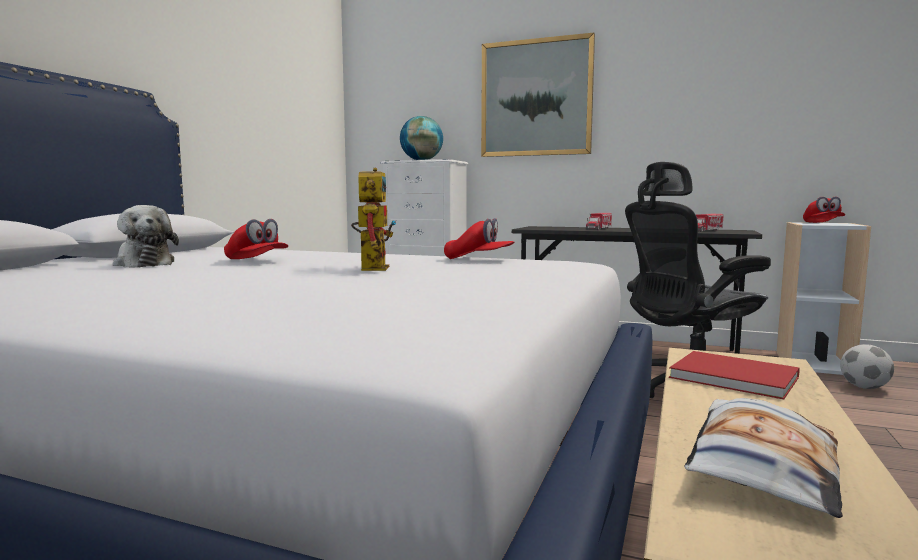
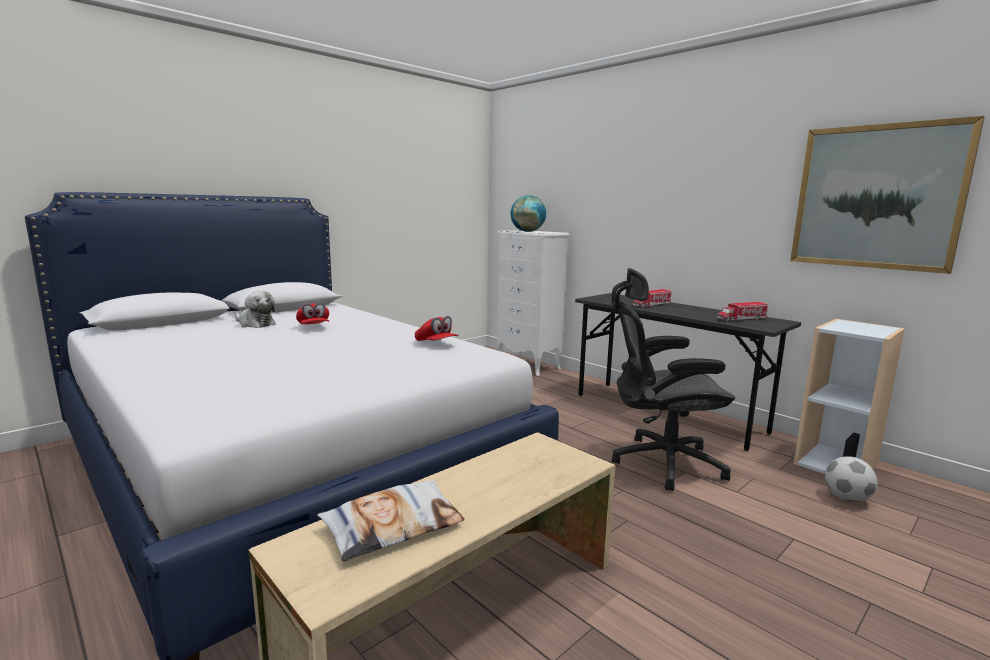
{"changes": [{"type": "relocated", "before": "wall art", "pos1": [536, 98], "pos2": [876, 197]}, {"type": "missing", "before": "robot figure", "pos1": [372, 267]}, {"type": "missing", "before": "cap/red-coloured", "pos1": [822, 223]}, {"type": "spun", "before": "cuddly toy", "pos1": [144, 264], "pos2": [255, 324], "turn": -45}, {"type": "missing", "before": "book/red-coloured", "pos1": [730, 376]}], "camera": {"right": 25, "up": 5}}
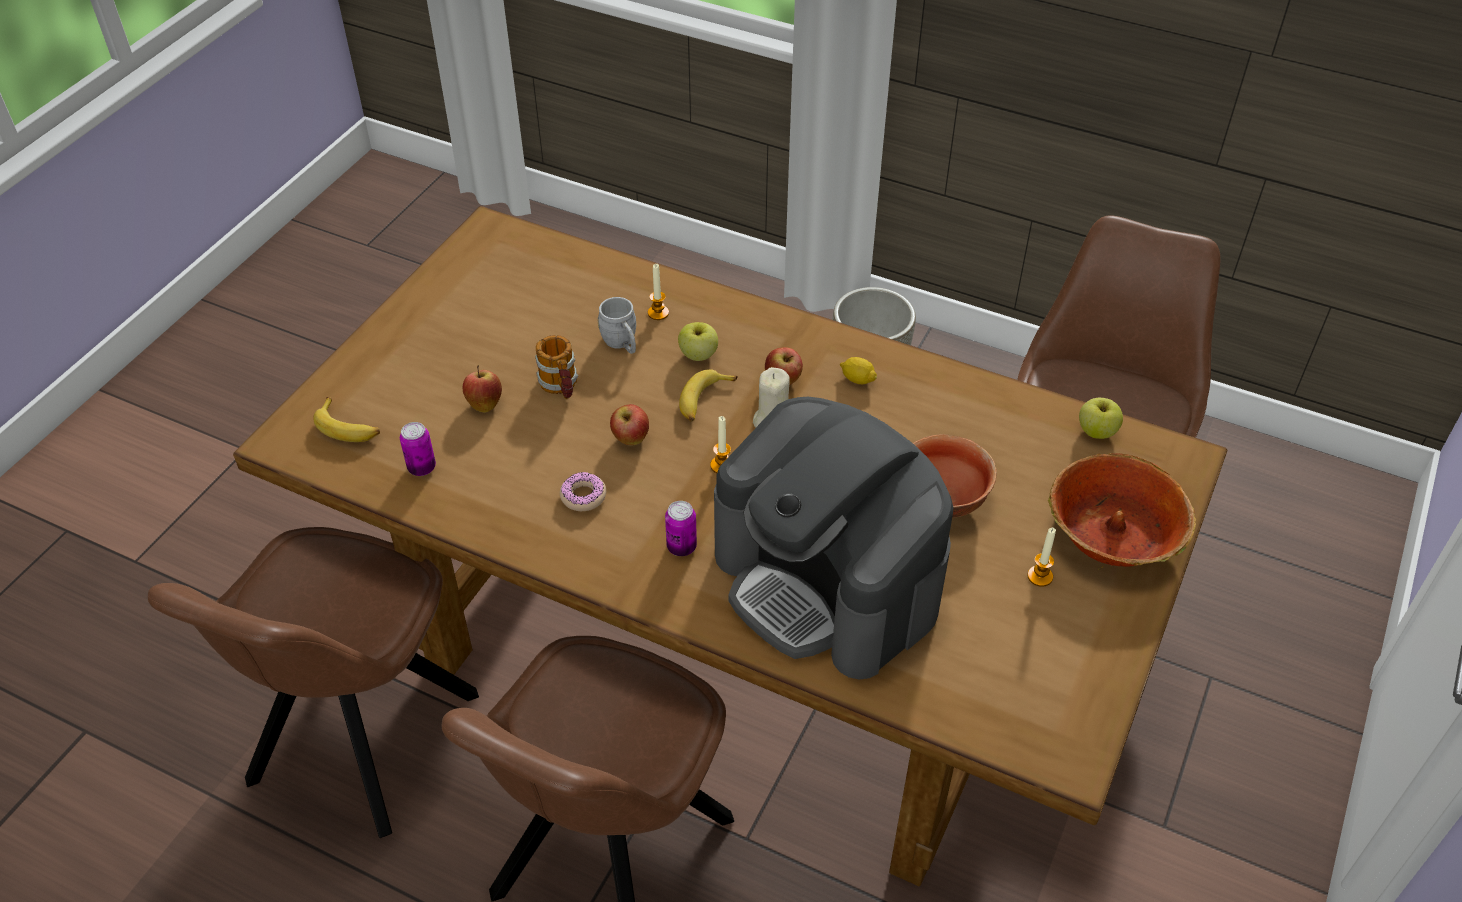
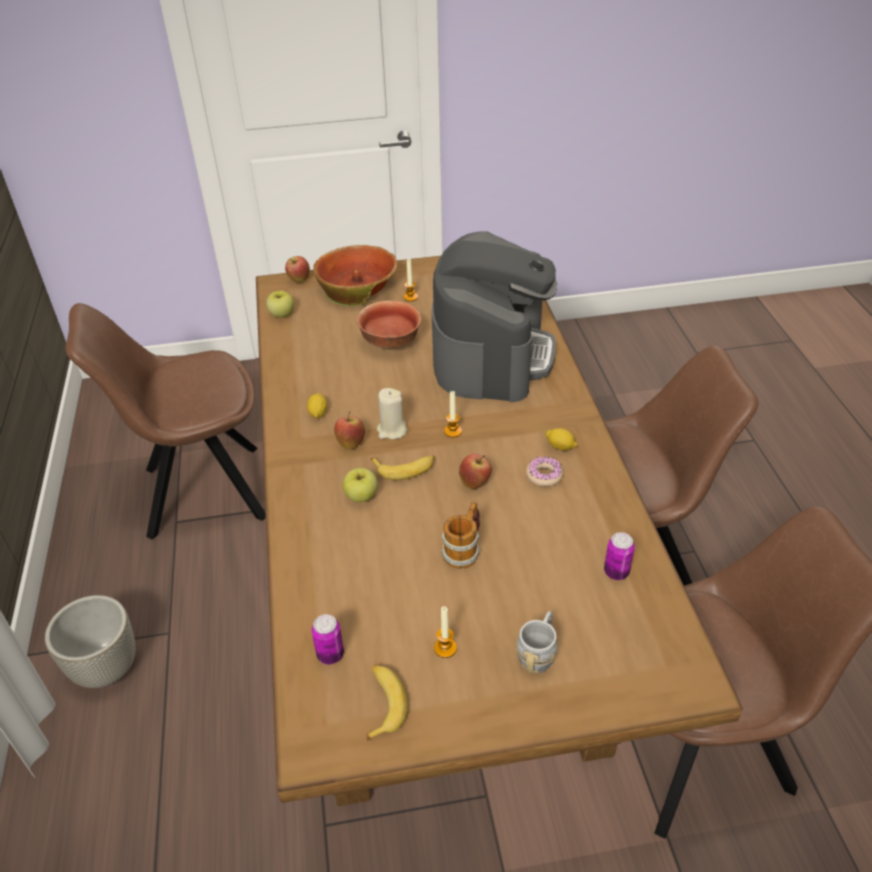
{"changes": [{"type": "relocated", "before": "wax light", "pos1": [658, 313], "pos2": [445, 648]}, {"type": "relocated", "before": "coffee mug/gray", "pos1": [622, 344], "pos2": [538, 653]}, {"type": "relocated", "before": "whole apple", "pos1": [484, 403], "pos2": [299, 280]}, {"type": "relocated", "before": "banana fruit", "pos1": [348, 427], "pos2": [382, 703]}, {"type": "relocated", "before": "metal can", "pos1": [681, 547], "pos2": [330, 654]}, {"type": "appeared", "after": "citrus fruit", "pos2": [560, 446]}], "camera": {"right": -125, "up": -5}}
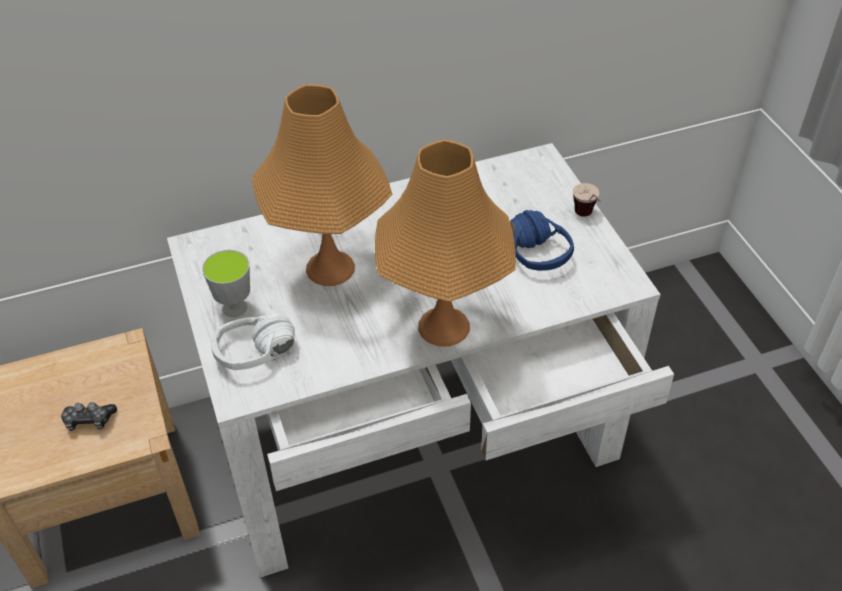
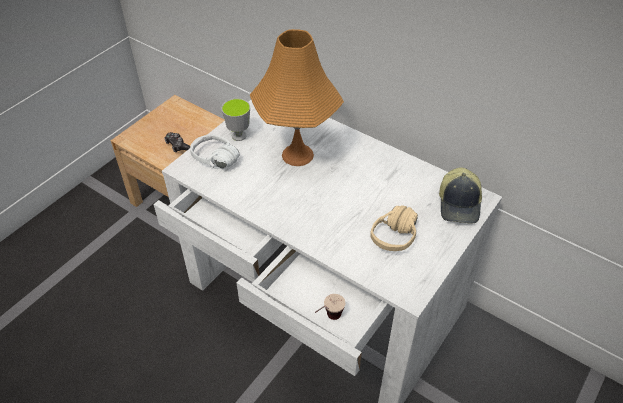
{"changes": [{"type": "missing", "before": "lamp for a table/orange", "pos1": [444, 327]}, {"type": "relocated", "before": "small cup", "pos1": [586, 218], "pos2": [328, 319]}, {"type": "colour", "before": "pair of headphones/blue-coloured", "after": "pair of headphones/beige-coloured", "pos1": [548, 248], "pos2": [403, 239]}, {"type": "appeared", "after": "cap", "pos2": [460, 204]}], "camera": {"right": 55, "up": 0}}
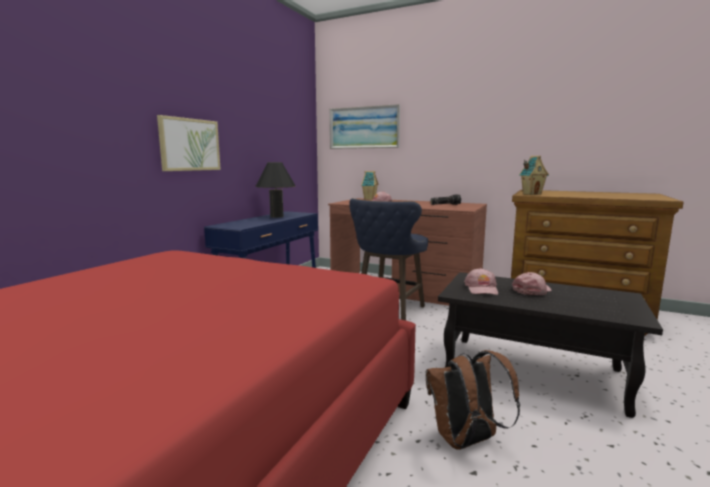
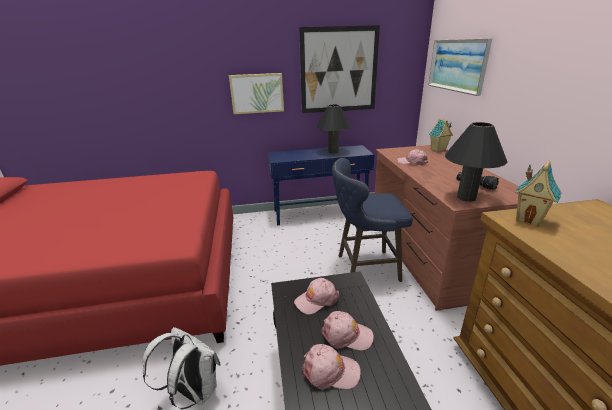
{"changes": [{"type": "colour", "before": "backpack/brownish", "after": "backpack/white-coloured", "pos1": [466, 441], "pos2": [193, 391]}, {"type": "appeared", "after": "wall art", "pos2": [339, 70]}, {"type": "appeared", "after": "lamp for a table/black-coloured", "pos2": [466, 197]}, {"type": "appeared", "after": "cap/pink-coloured", "pos2": [330, 371]}], "camera": {"right": 55, "up": 15}}
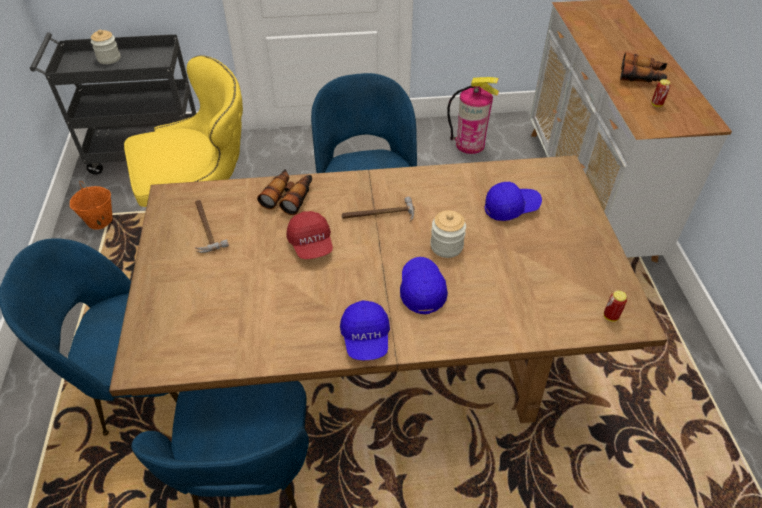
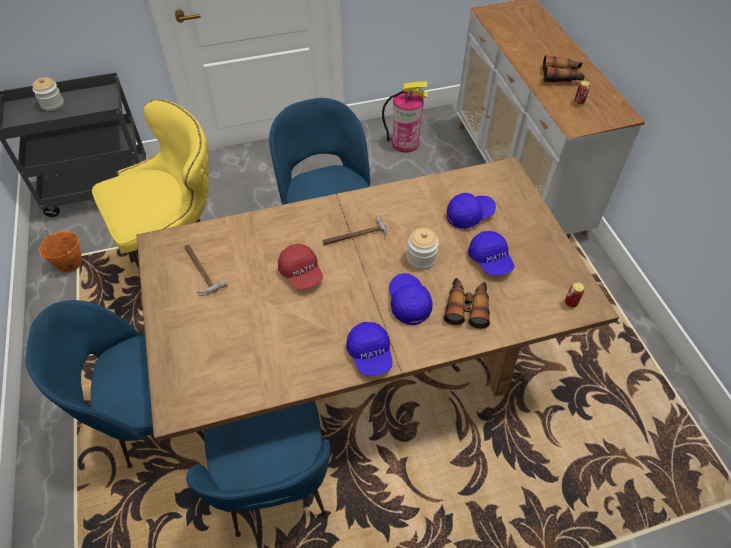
{"changes": [{"type": "relocated", "before": "binoculars", "pos1": [289, 196], "pos2": [467, 306]}, {"type": "appeared", "after": "cap/blue-coloured", "pos2": [490, 260]}], "camera": {"right": -10, "up": 5}}
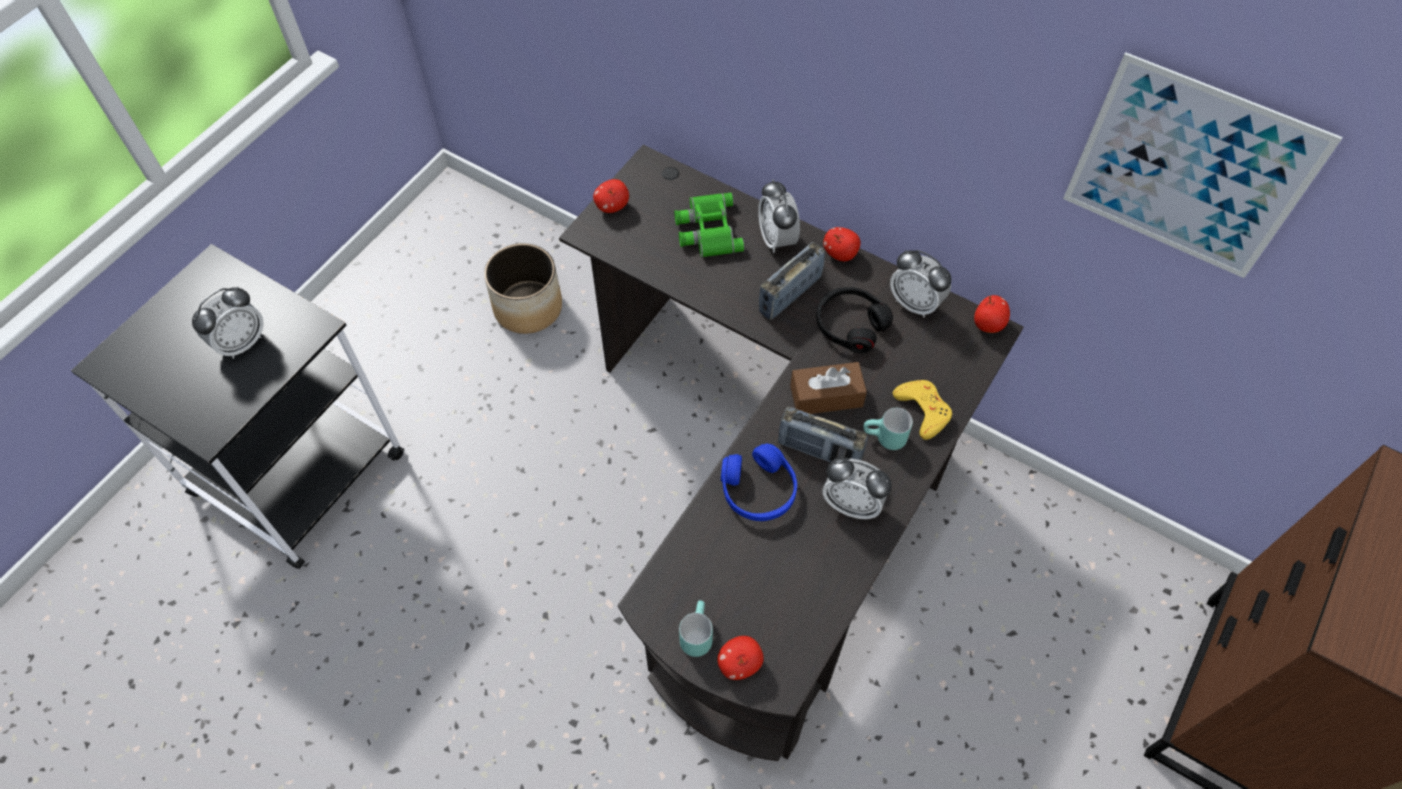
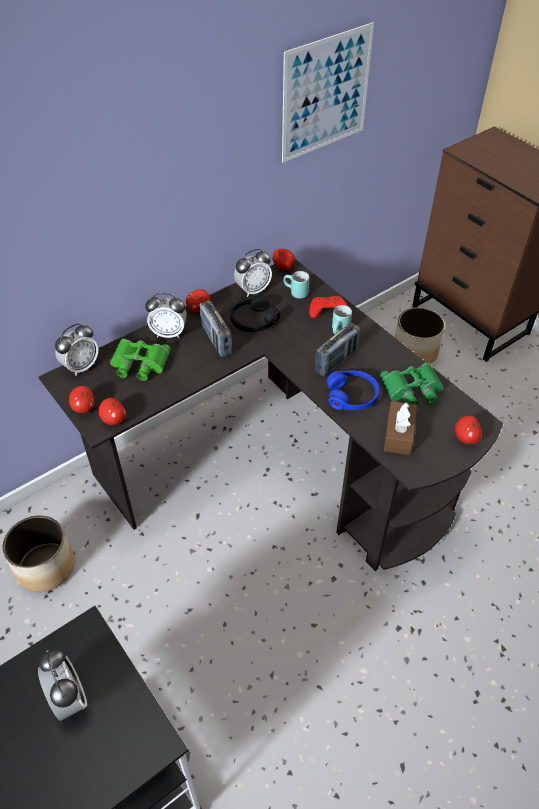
{"changes": [{"type": "relocated", "before": "tissue box/brownish", "pos1": [826, 396], "pos2": [398, 434]}, {"type": "colour", "before": "gamepad/yellow-coloured", "after": "gamepad/red-coloured", "pos1": [923, 410], "pos2": [327, 310]}, {"type": "relocated", "before": "bedside clock", "pos1": [852, 504], "pos2": [81, 366]}, {"type": "relocated", "before": "coffee mug/turquoise-coloured", "pos1": [694, 634], "pos2": [295, 293]}, {"type": "appeared", "after": "plant pot", "pos2": [414, 351]}, {"type": "appeared", "after": "binoculars/greenish", "pos2": [412, 390]}, {"type": "appeared", "after": "whole apple", "pos2": [114, 420]}], "camera": {"right": -70, "up": -10}}
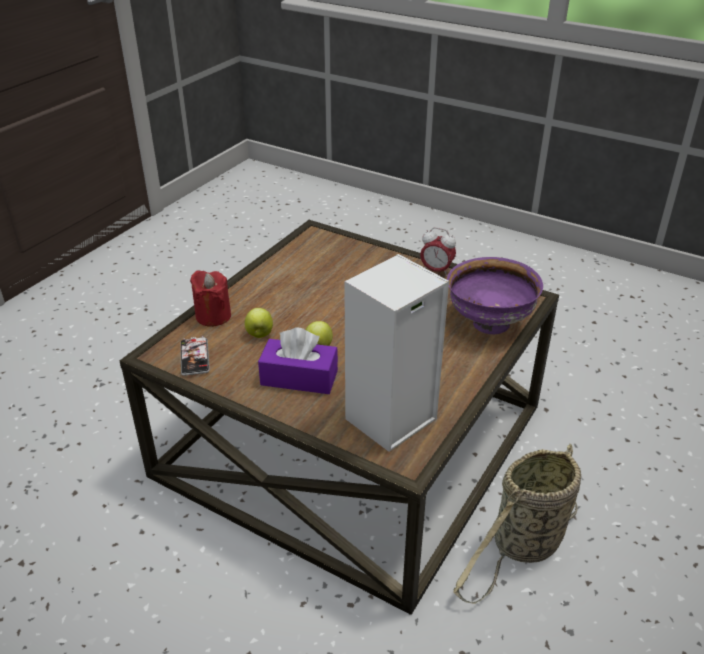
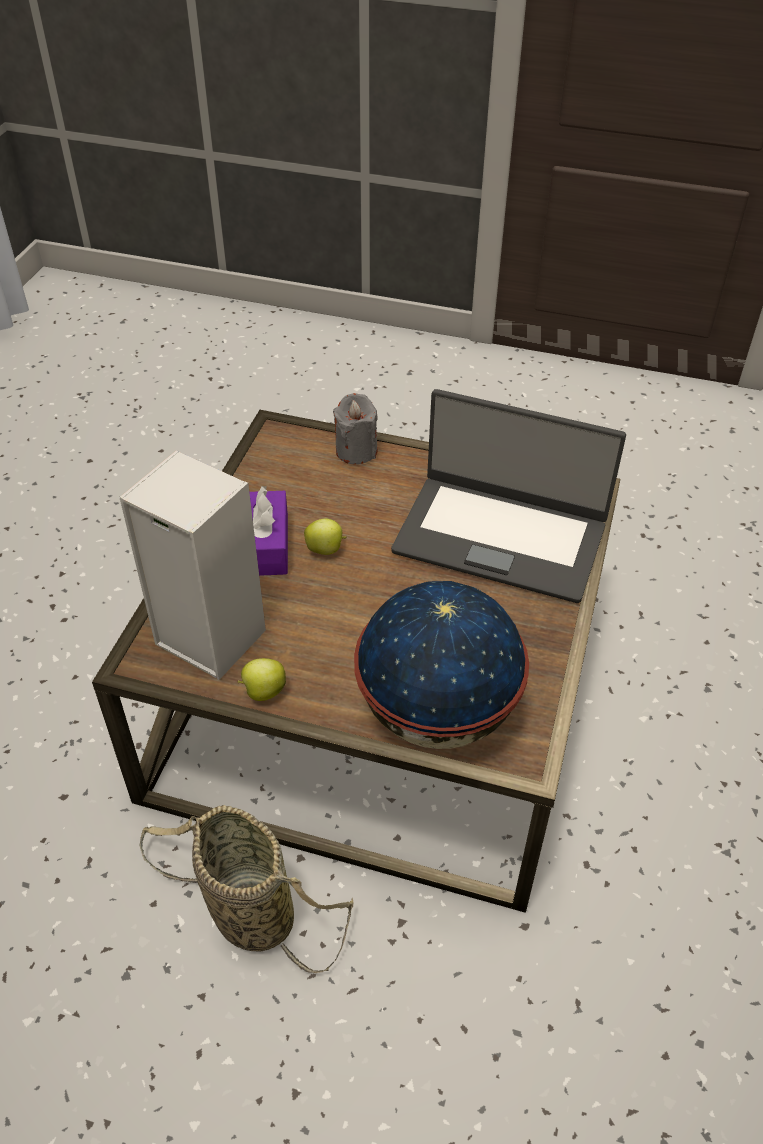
{"changes": [{"type": "missing", "before": "bedside clock", "pos1": [436, 271]}, {"type": "exchanged", "before": "deep dish/purplish", "after": "globe", "pos1": [489, 324], "pos2": [436, 713]}, {"type": "colour", "before": "wax light/red-coloured", "after": "wax light/gray", "pos1": [213, 316], "pos2": [356, 451]}, {"type": "relocated", "before": "whole apple", "pos1": [259, 334], "pos2": [263, 692]}, {"type": "missing", "before": "handset", "pos1": [194, 357]}, {"type": "appeared", "after": "notebook computer", "pos2": [500, 536]}], "camera": {"right": 75, "up": 10}}
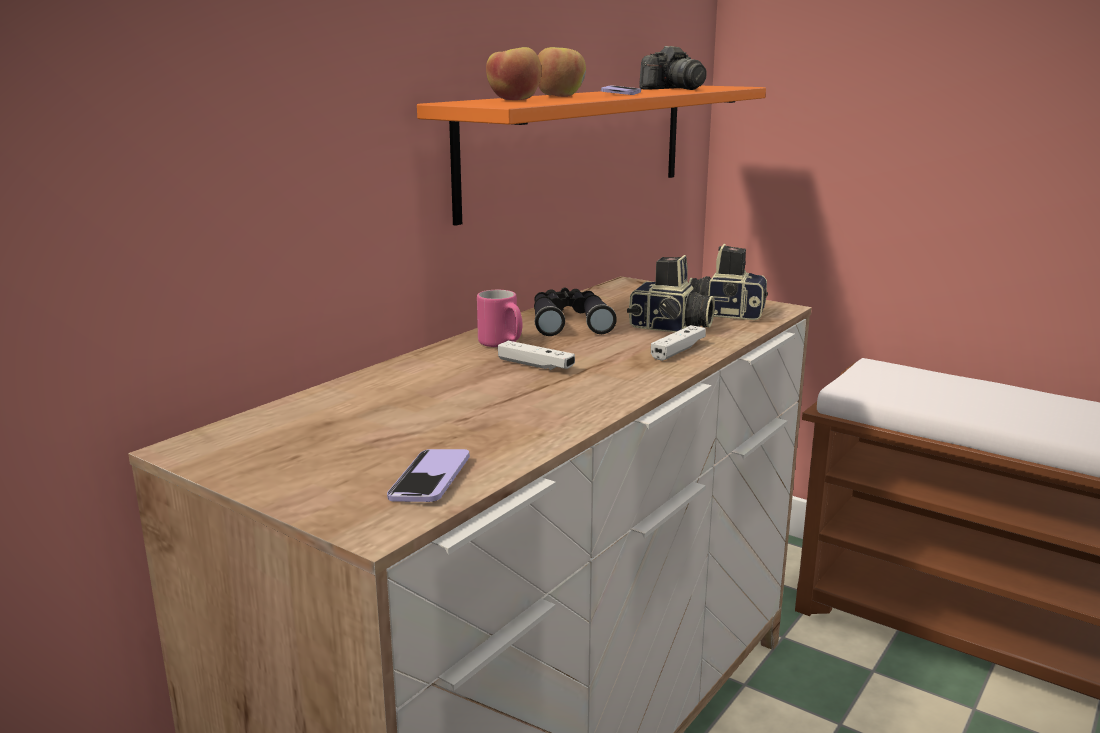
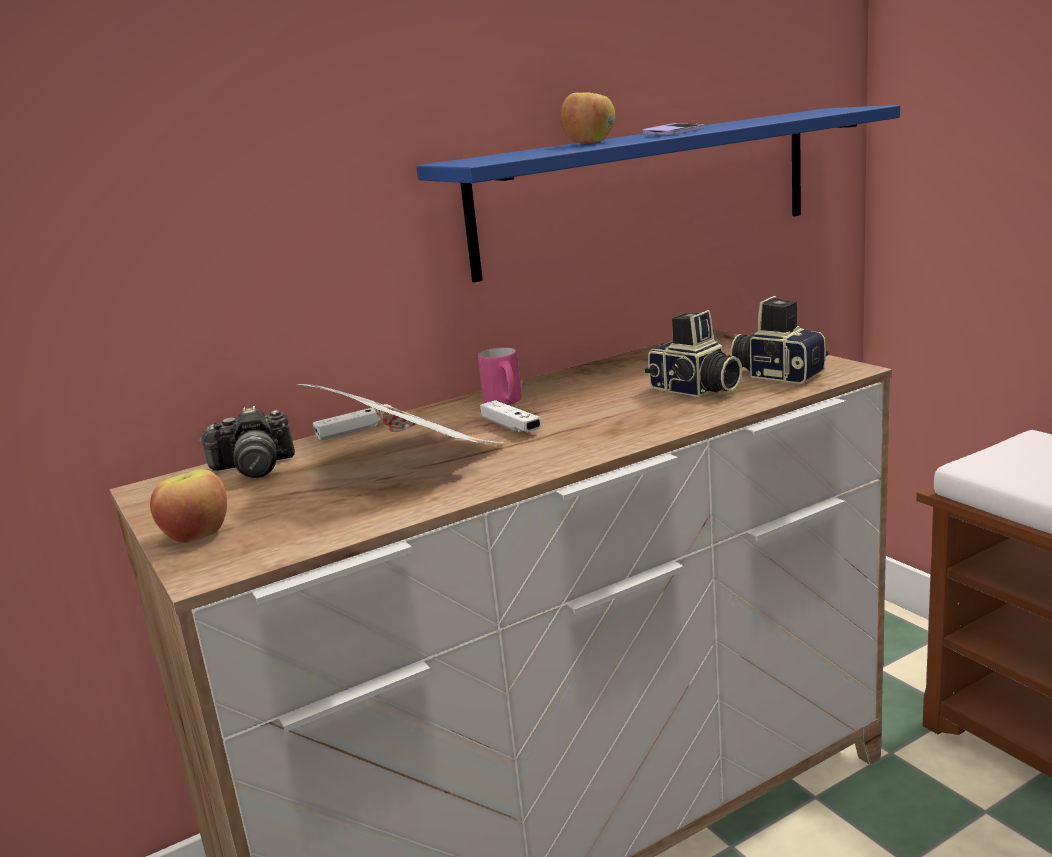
{"changes": [{"type": "relocated", "before": "photo camera", "pos1": [673, 89], "pos2": [254, 467]}, {"type": "relocated", "before": "whole apple", "pos1": [513, 100], "pos2": [197, 535]}, {"type": "colour", "before": "shelf/orange", "after": "shelf/blue-coloured", "pos1": [580, 145], "pos2": [647, 190]}, {"type": "missing", "before": "binoculars/black-coloured", "pos1": [569, 322]}, {"type": "relocated", "before": "gamepad/white-coloured", "pos1": [678, 350], "pos2": [356, 430]}, {"type": "missing", "before": "handset", "pos1": [430, 478]}, {"type": "appeared", "after": "printed paper", "pos2": [410, 463]}], "camera": {"right": 25, "up": 0}}
